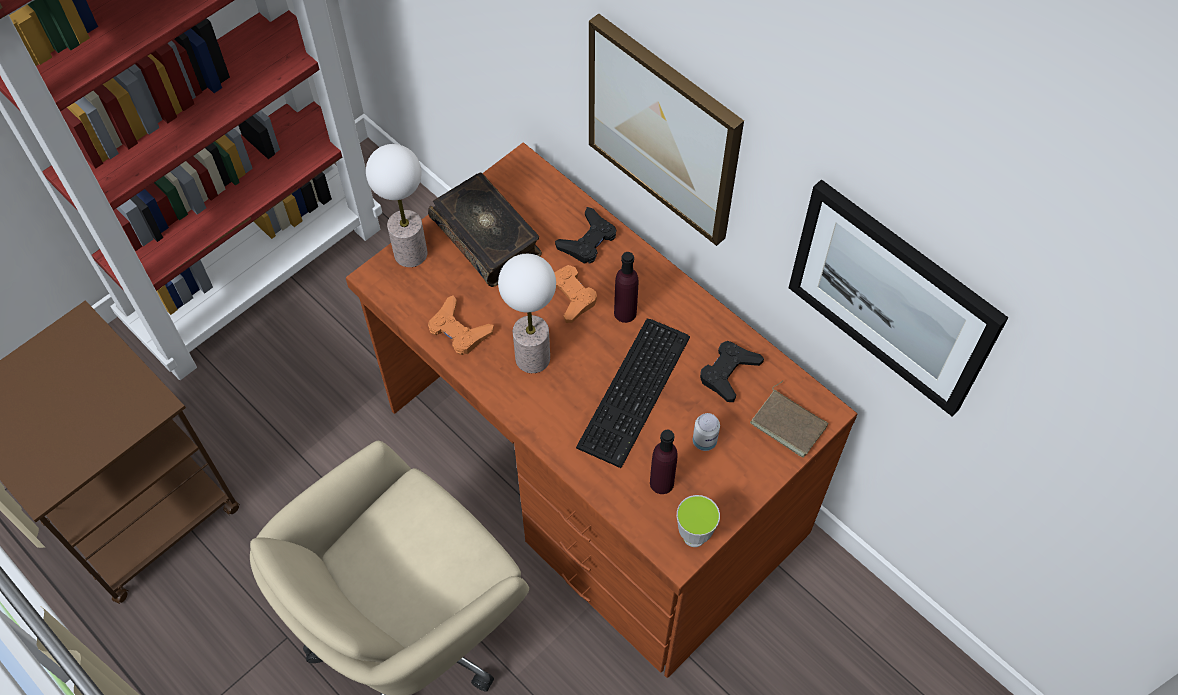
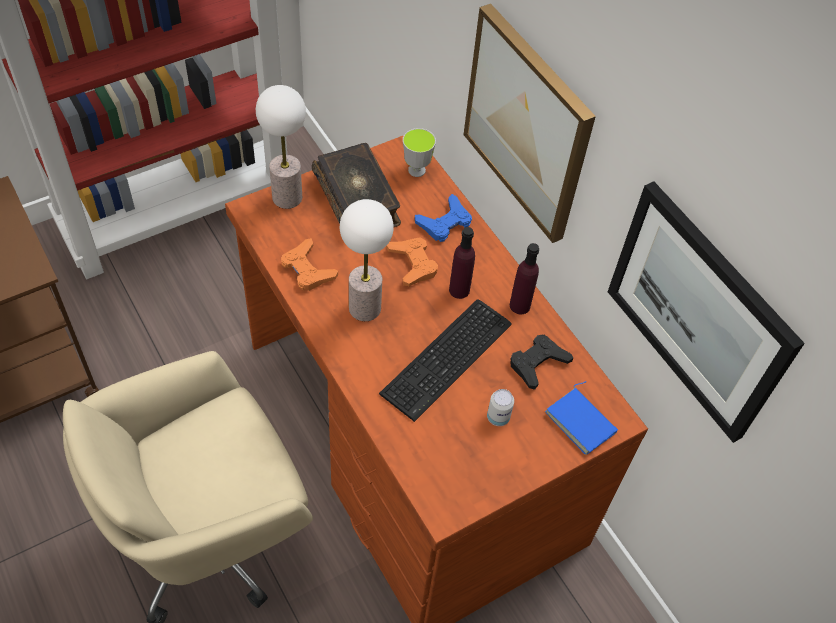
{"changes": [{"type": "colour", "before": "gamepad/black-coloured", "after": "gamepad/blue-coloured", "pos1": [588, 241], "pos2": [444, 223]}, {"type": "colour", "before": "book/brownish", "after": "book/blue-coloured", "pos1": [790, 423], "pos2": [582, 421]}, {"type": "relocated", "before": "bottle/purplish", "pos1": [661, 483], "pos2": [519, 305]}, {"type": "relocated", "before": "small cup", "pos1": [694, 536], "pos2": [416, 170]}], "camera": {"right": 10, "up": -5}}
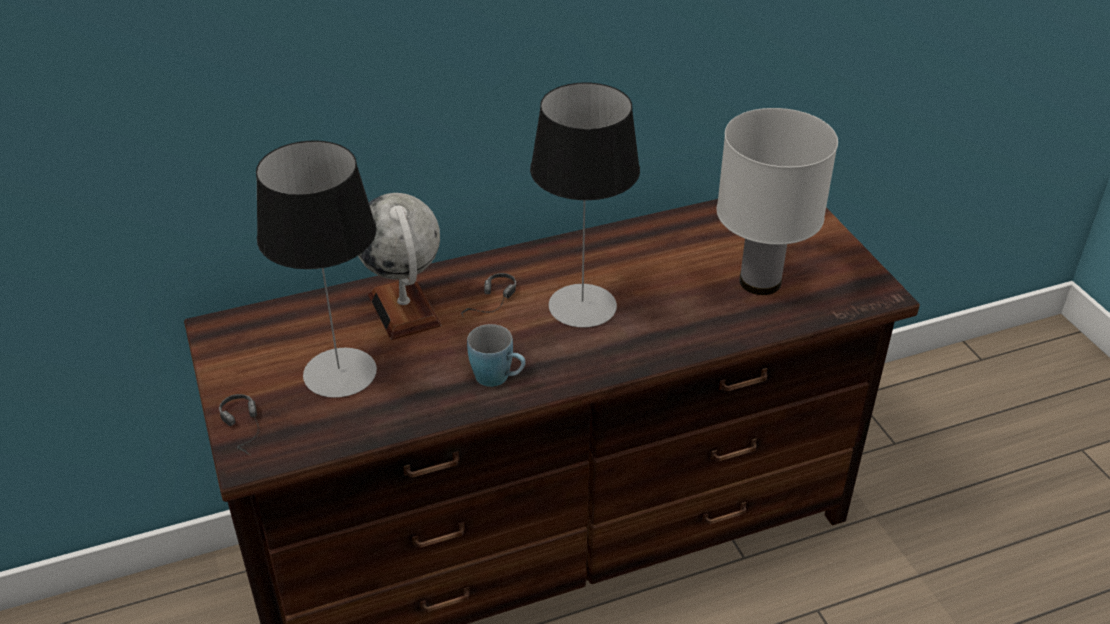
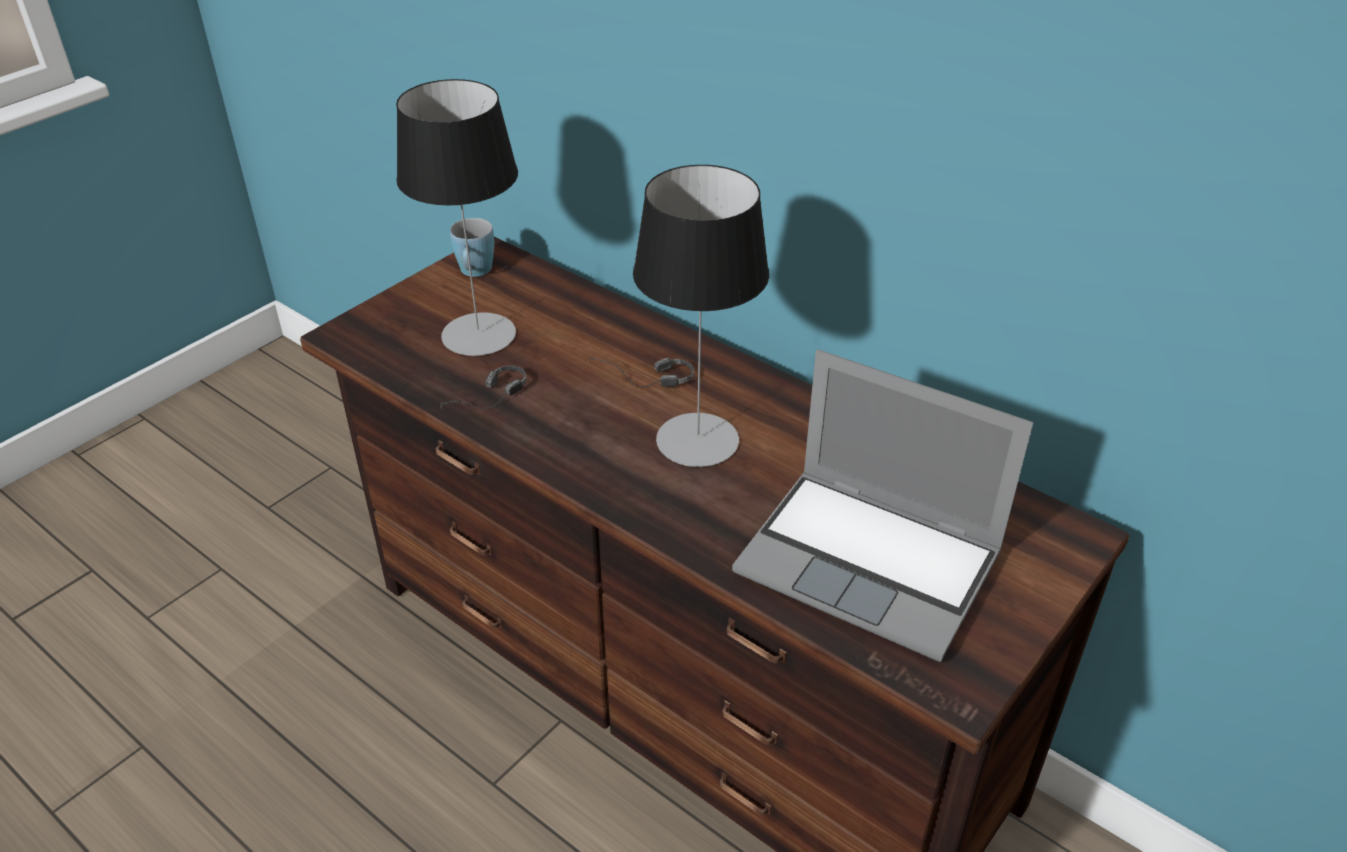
{"changes": [{"type": "exchanged", "before": "lamp for a table/white-coloured", "after": "notebook computer", "pos1": [760, 281], "pos2": [872, 563]}, {"type": "missing", "before": "globe", "pos1": [404, 310]}, {"type": "relocated", "before": "coffee mug/blue-coloured", "pos1": [499, 378], "pos2": [475, 272]}, {"type": "relocated", "before": "pair of headphones", "pos1": [248, 433], "pos2": [488, 402]}], "camera": {"right": 60, "up": 0}}
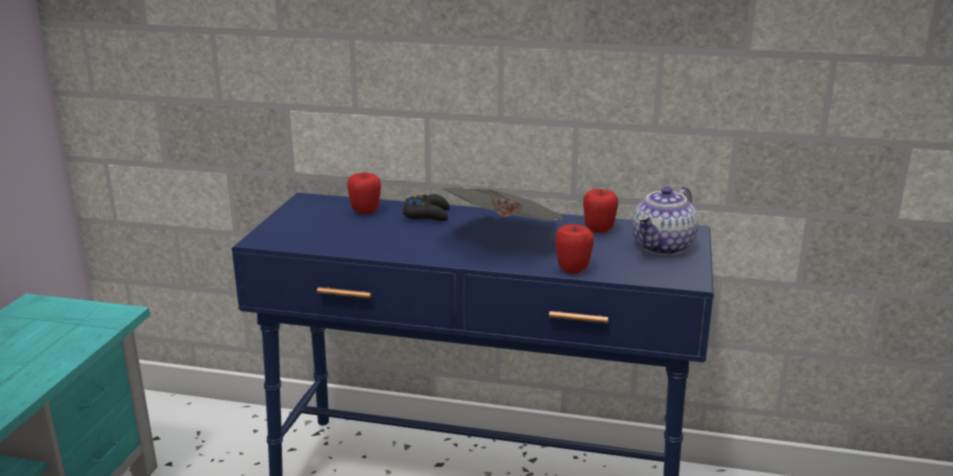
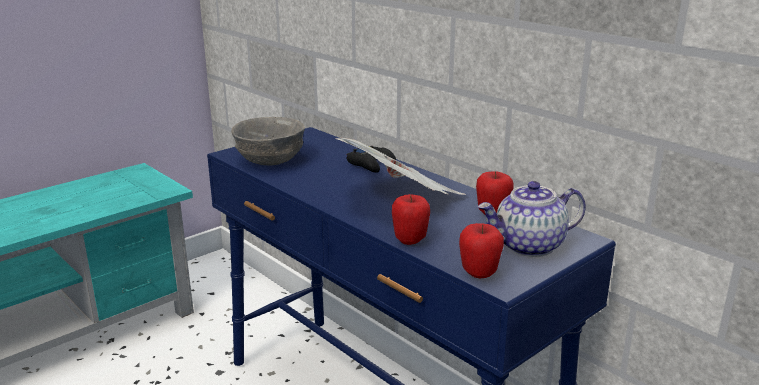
{"changes": [{"type": "relocated", "before": "whole apple", "pos1": [365, 212], "pos2": [479, 274]}, {"type": "appeared", "after": "deep dish/gray", "pos2": [271, 160]}], "camera": {"right": 35, "up": 0}}
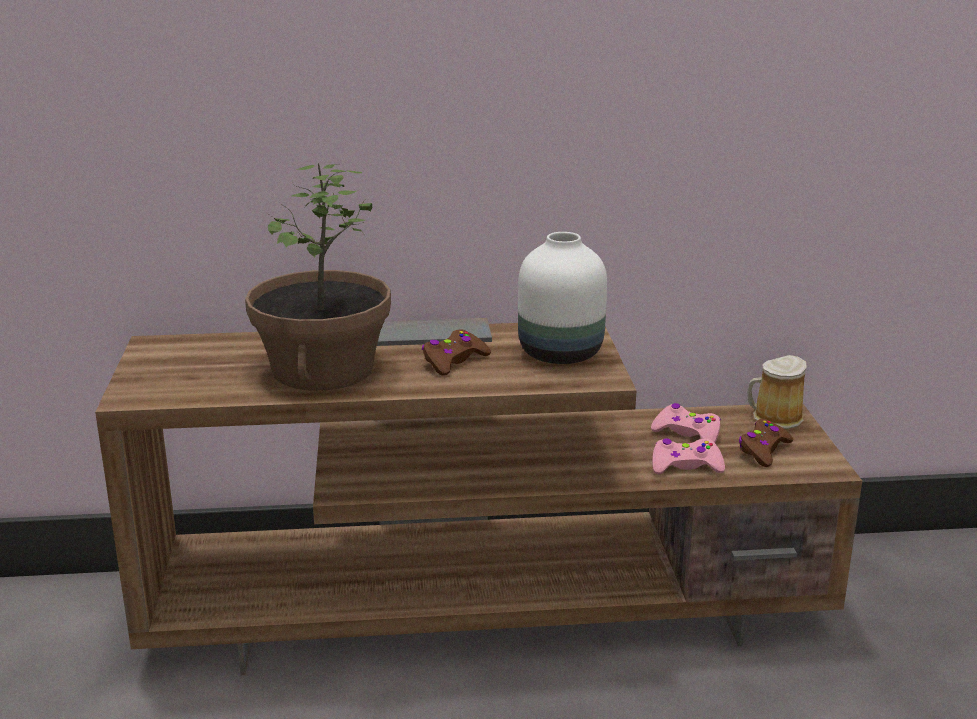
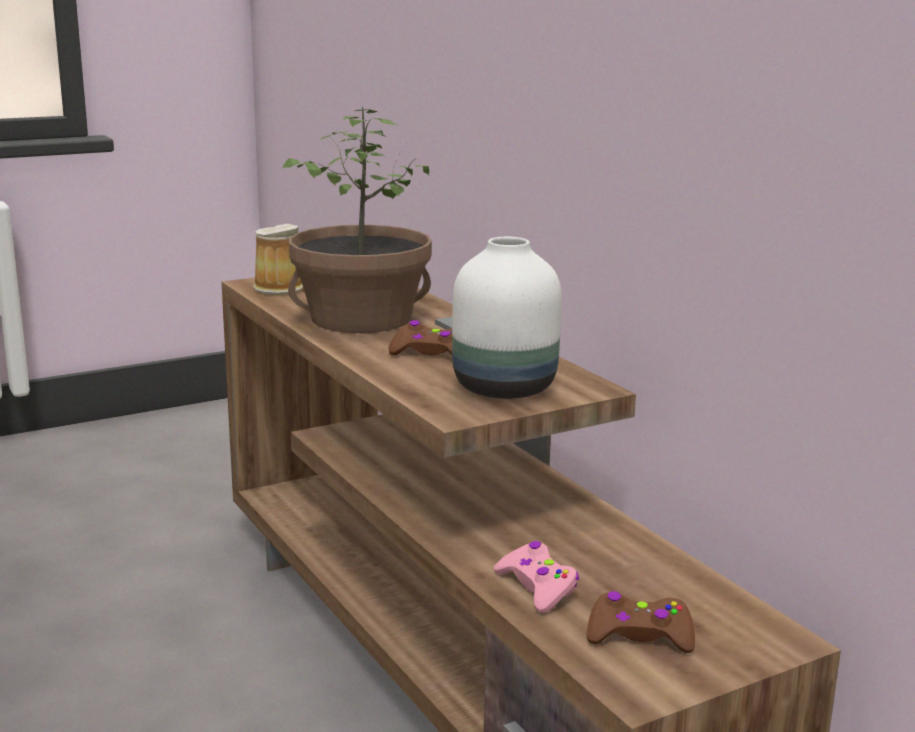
{"changes": [{"type": "relocated", "before": "coffee mug", "pos1": [774, 418], "pos2": [279, 287]}, {"type": "missing", "before": "gamepad/pink-coloured", "pos1": [687, 433]}], "camera": {"right": 65, "up": -5}}
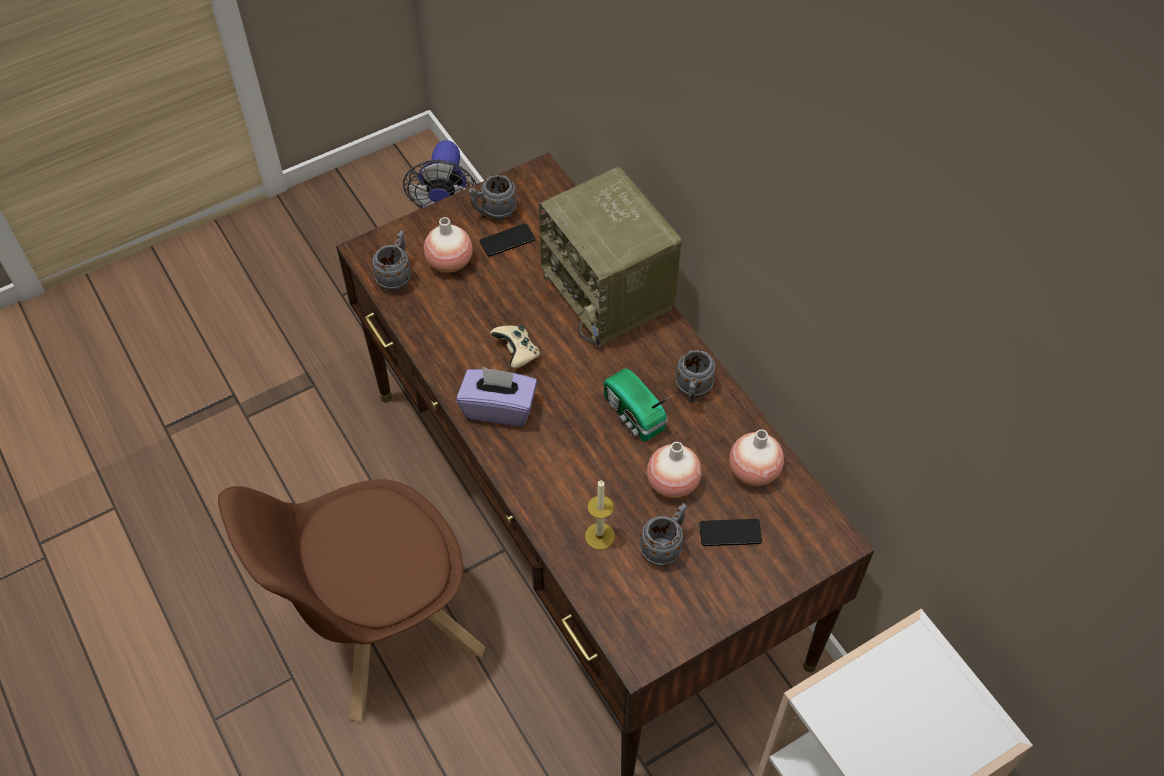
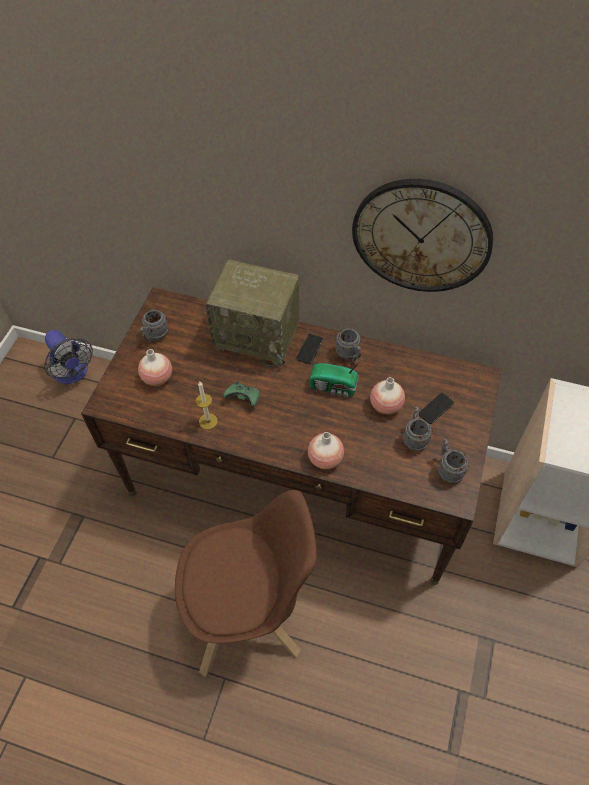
{"changes": [{"type": "relocated", "before": "handset", "pos1": [507, 240], "pos2": [309, 349]}, {"type": "relocated", "before": "coffee mug/gray", "pos1": [396, 276], "pos2": [448, 470]}, {"type": "colour", "before": "gamepad/beige-coloured", "after": "gamepad/greenish", "pos1": [517, 353], "pos2": [244, 398]}, {"type": "missing", "before": "tissue box/purplish", "pos1": [499, 408]}, {"type": "relocated", "before": "decorative vase", "pos1": [754, 471], "pos2": [325, 458]}, {"type": "spun", "before": "chair/brownish", "pos1": [381, 634], "pos2": [250, 615], "turn": -120}, {"type": "relocated", "before": "wax light", "pos1": [599, 536], "pos2": [208, 421]}, {"type": "appeared", "after": "clock on the wall", "pos2": [421, 236]}], "camera": {"right": -40, "up": 0}}
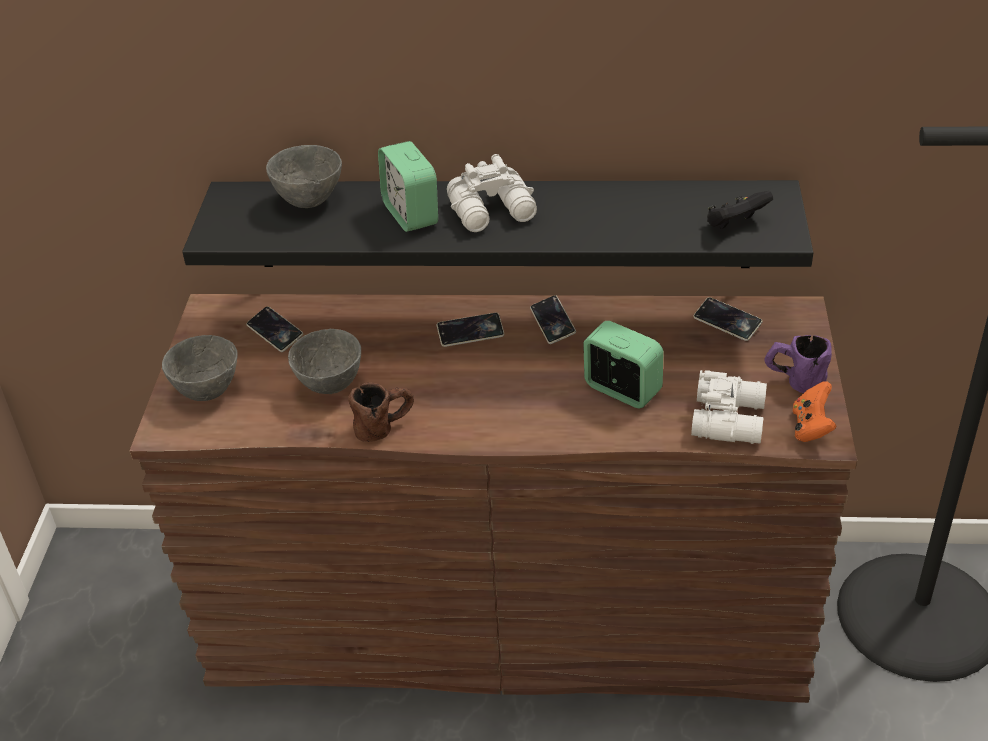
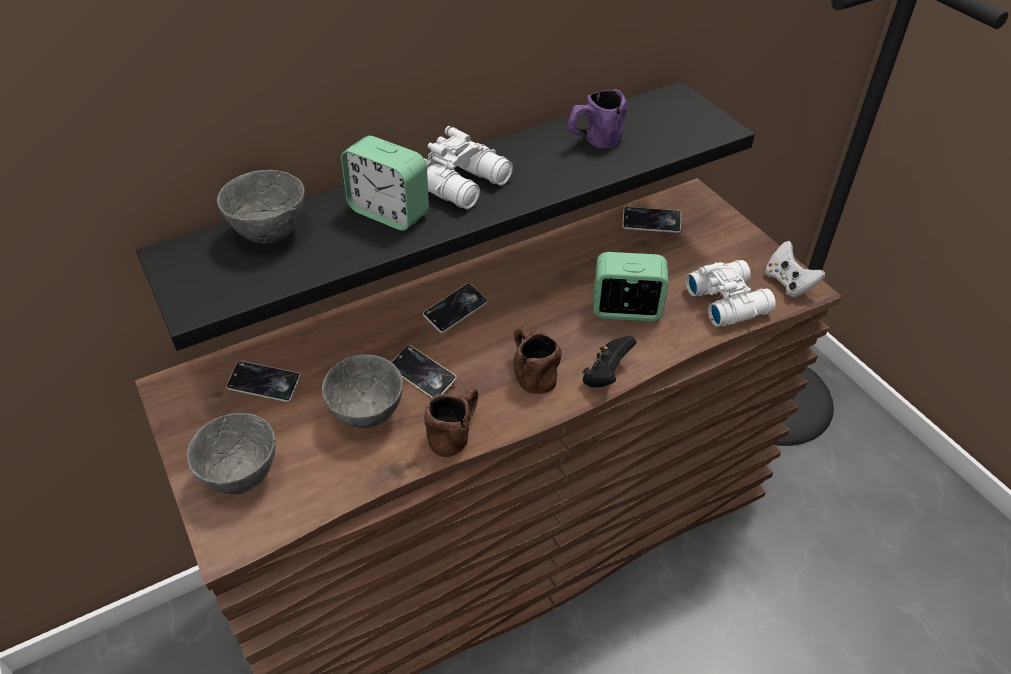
{"changes": [{"type": "relocated", "before": "gamepad/black-coloured", "pos1": [735, 224], "pos2": [606, 375]}, {"type": "relocated", "before": "handset", "pos1": [552, 323], "pos2": [422, 375]}, {"type": "relocated", "before": "coffee mug/purplish", "pos1": [794, 381], "pos2": [593, 142]}, {"type": "colour", "before": "gamepad/orange", "after": "gamepad/white-coloured", "pos1": [811, 427], "pos2": [788, 283]}, {"type": "appeared", "after": "coffee mug/brownish", "pos2": [530, 372]}], "camera": {"right": -35, "up": 5}}
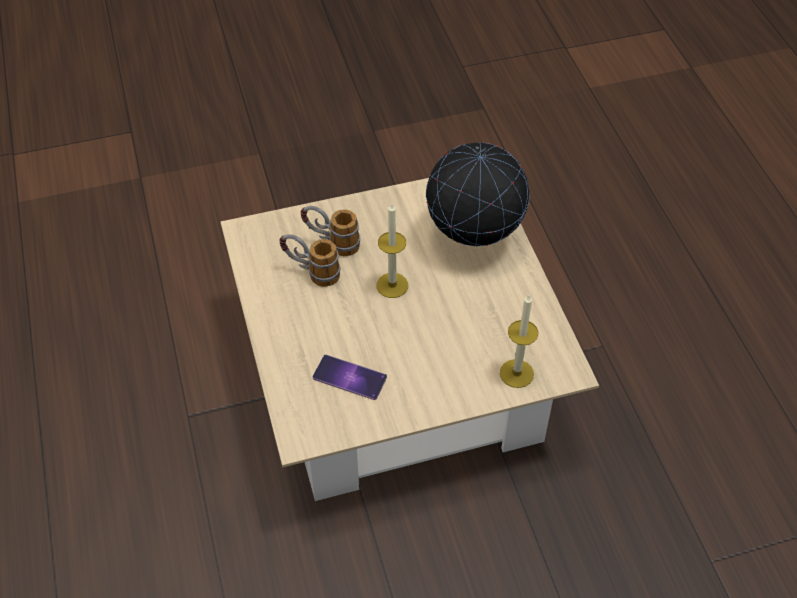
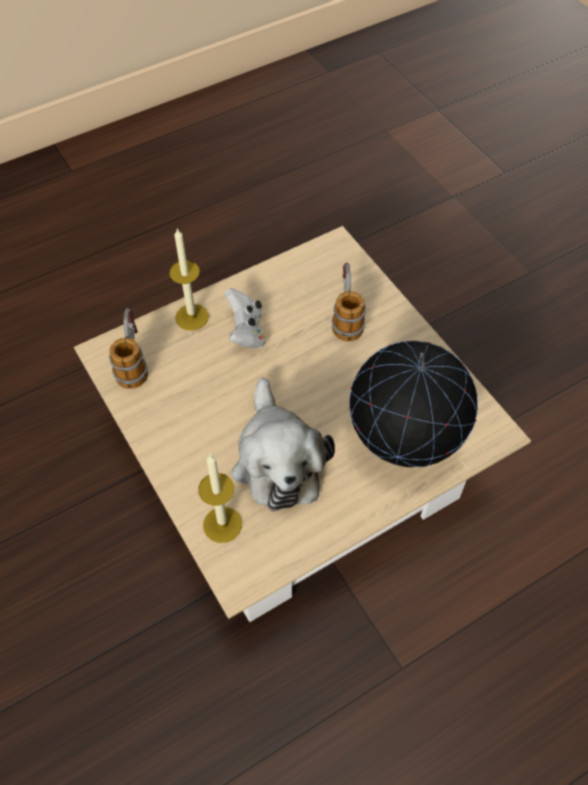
{"changes": [{"type": "relocated", "before": "wax light", "pos1": [392, 285], "pos2": [192, 317]}, {"type": "relocated", "before": "coffee mug", "pos1": [311, 273], "pos2": [133, 363]}, {"type": "missing", "before": "handset", "pos1": [349, 377]}, {"type": "appeared", "after": "gamepad/white-coloured", "pos2": [246, 331]}, {"type": "appeared", "after": "cuddly toy", "pos2": [277, 459]}], "camera": {"right": 75, "up": 5}}
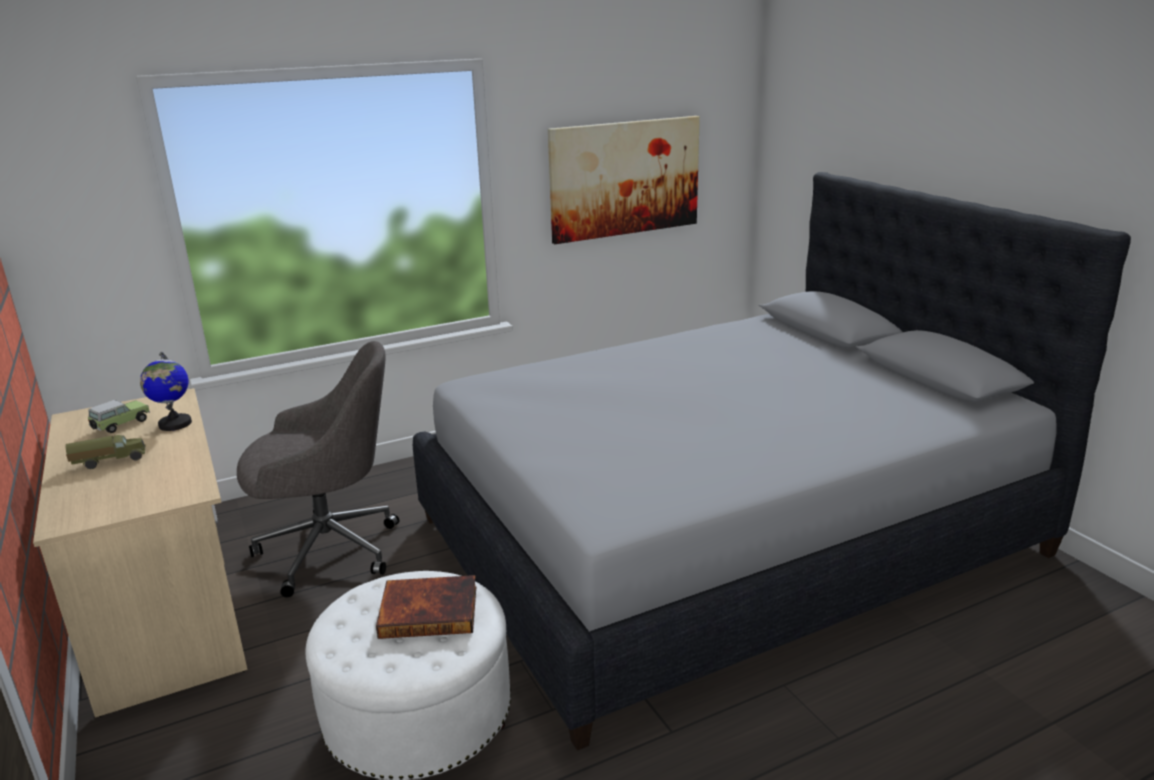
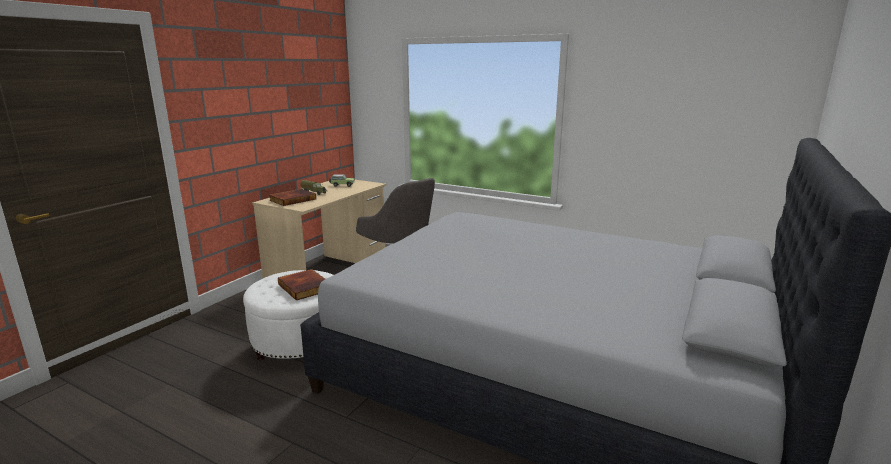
{"changes": [{"type": "missing", "before": "wall art", "pos1": [625, 178]}, {"type": "missing", "before": "globe", "pos1": [174, 424]}, {"type": "appeared", "after": "book", "pos2": [292, 199]}], "camera": {"right": 55, "up": -5}}
